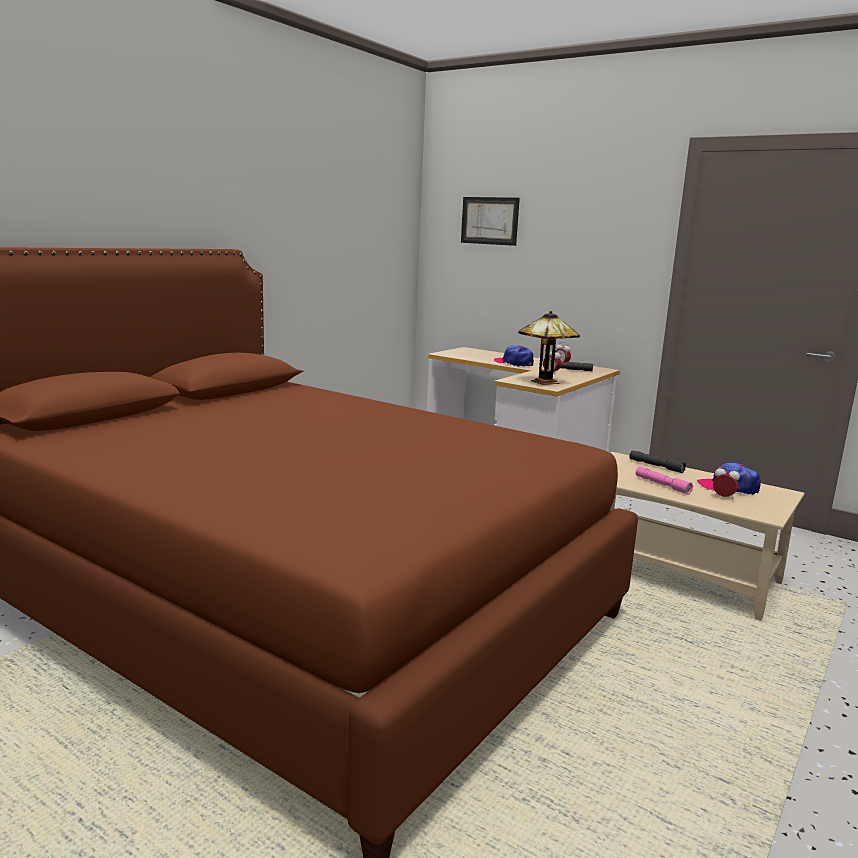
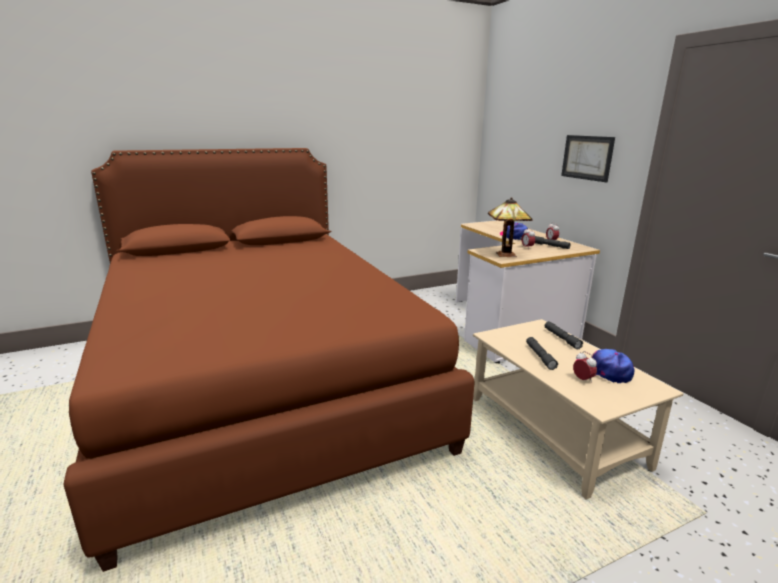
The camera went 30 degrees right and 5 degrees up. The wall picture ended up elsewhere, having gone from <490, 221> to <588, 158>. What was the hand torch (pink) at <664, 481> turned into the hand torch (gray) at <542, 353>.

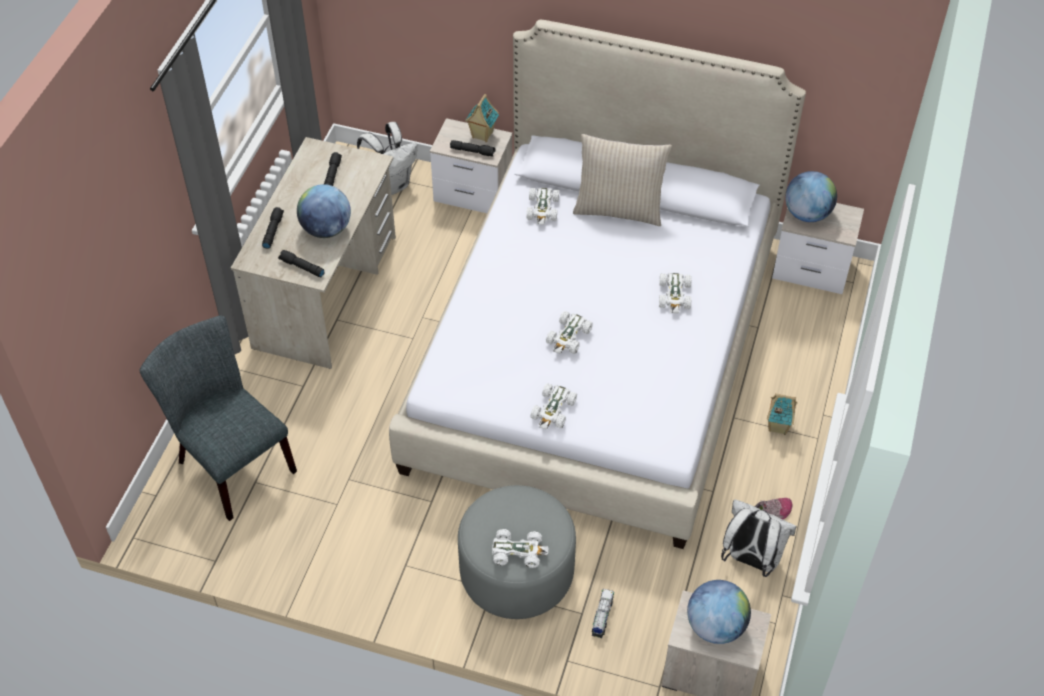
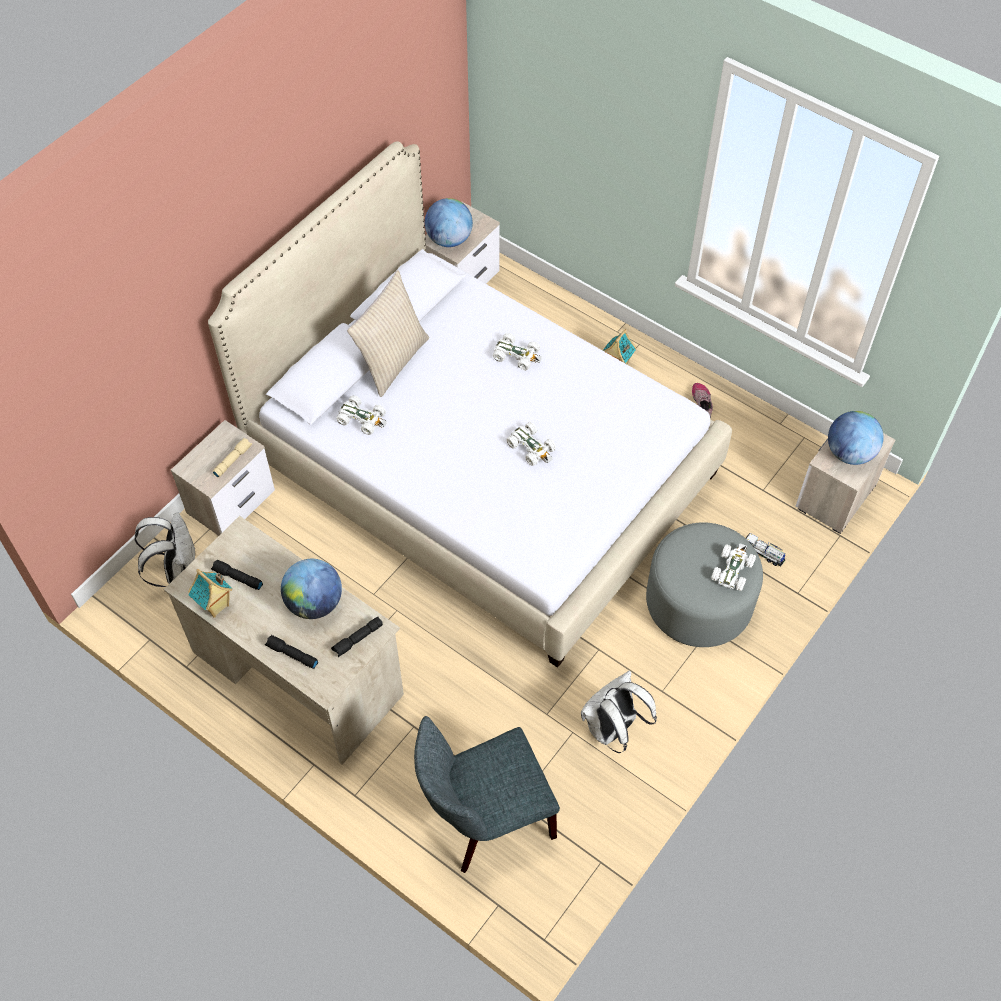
The camera went 70 degrees left and 5 degrees up. The toy house ended up elsewhere, having gone from <482, 118> to <210, 593>. What was the hand torch (black) at <473, 148> turned into the hand torch (beige) at <232, 458>. The second view lost the model car (white-coloured) at <553, 406>. The knapsack (white-coloured) ended up elsewhere, having gone from <759, 538> to <619, 711>.

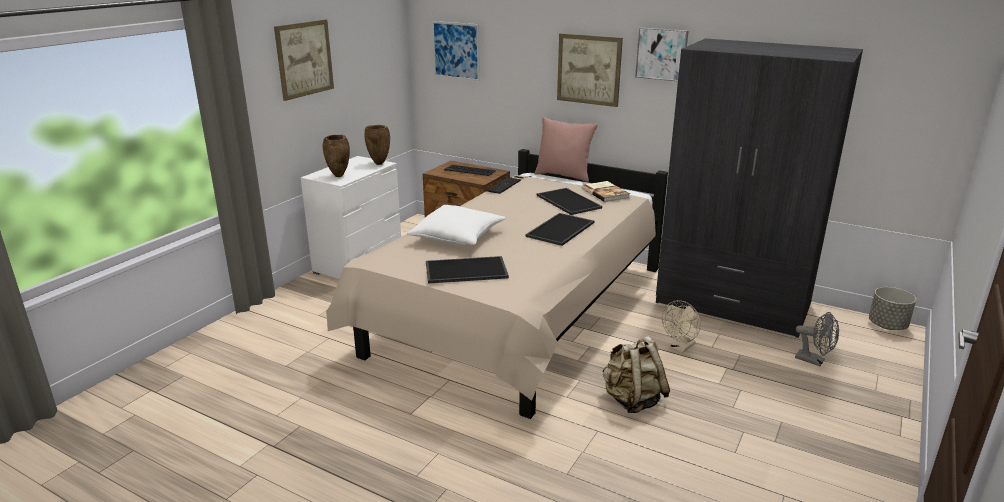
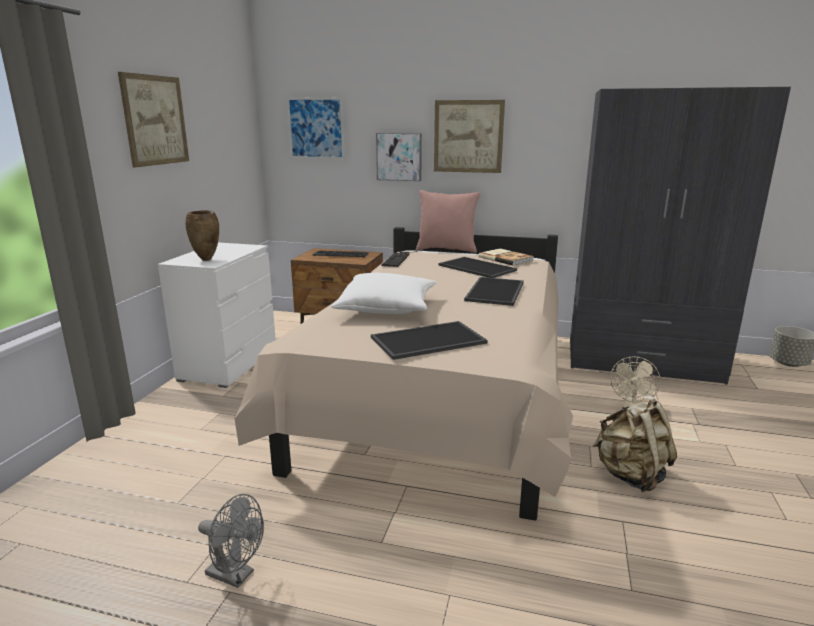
The camera went 15 degrees left and 5 degrees down. The wall picture ended up elsewhere, having gone from <662, 54> to <399, 157>. The second view lost the decorative vase (brownish) at <377, 145>. The fan (gray) ended up elsewhere, having gone from <817, 339> to <231, 541>.

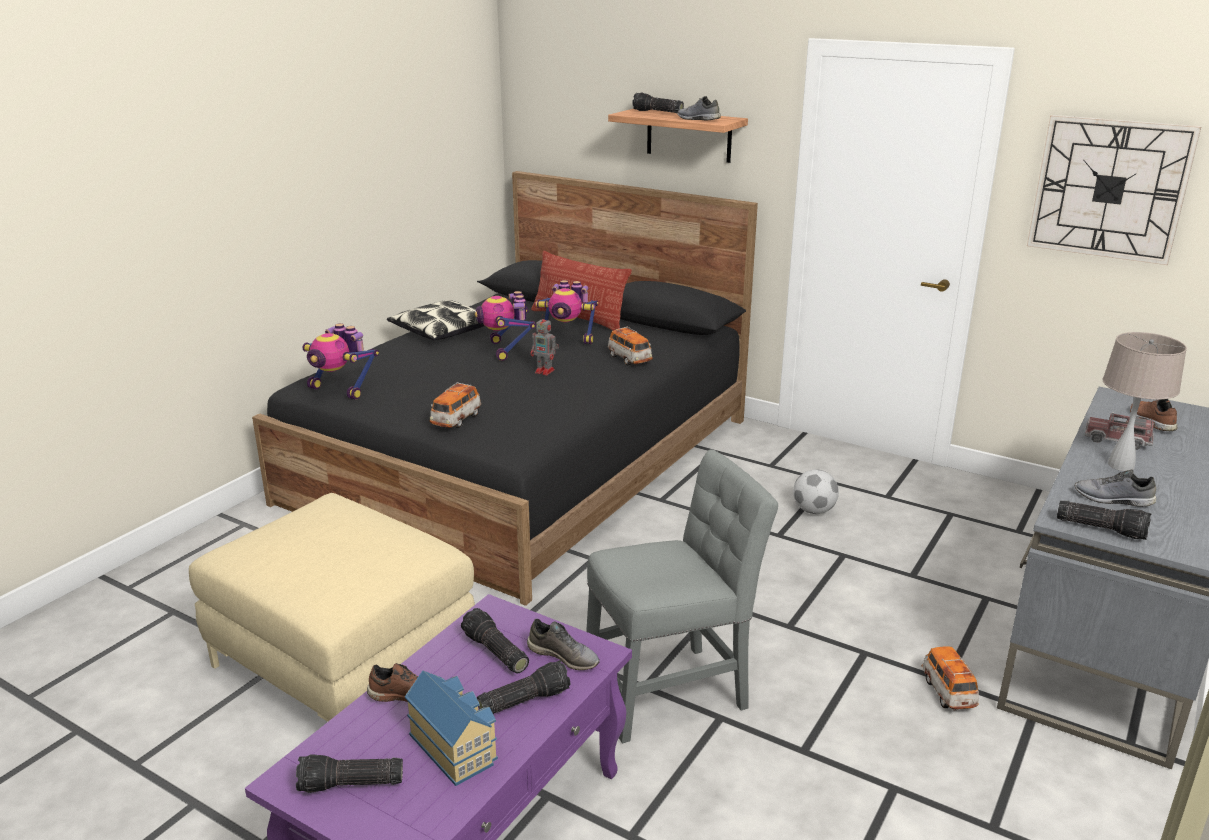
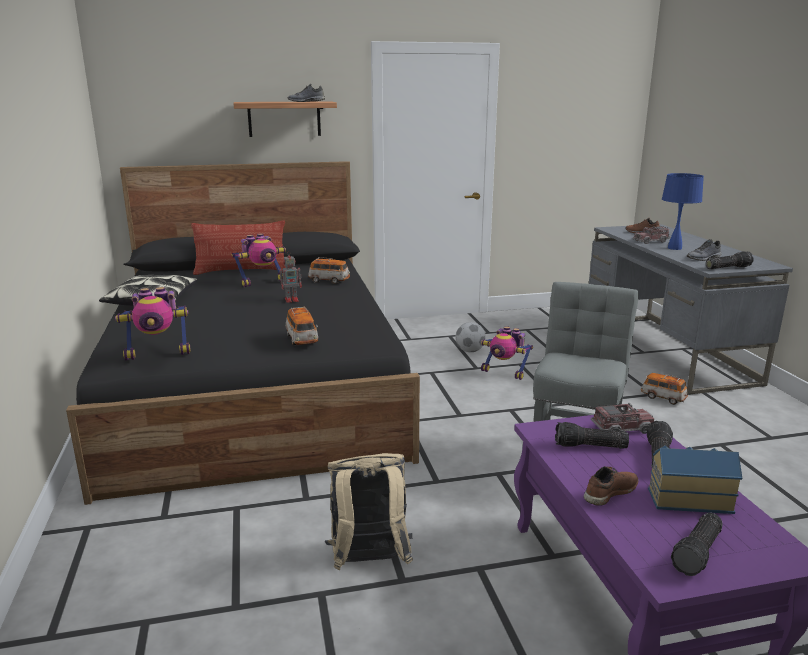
The camera went 45 degrees left and 5 degrees down. The second view lost the hand torch at <658, 103>. The second view lost the hanging clock at <1114, 190>. The robot figure ended up elsewhere, having gone from <505, 326> to <507, 353>. What was the lamp for a table (beige) at <1145, 401> turned into the lamp for a table (blue) at <683, 211>. Where the footrest (beige) stood at <332, 607>, the knapsack (beige) came to stand at <369, 511>. Where the shoe (gray) stood at <563, 644>, the model truck came to stand at <622, 418>.

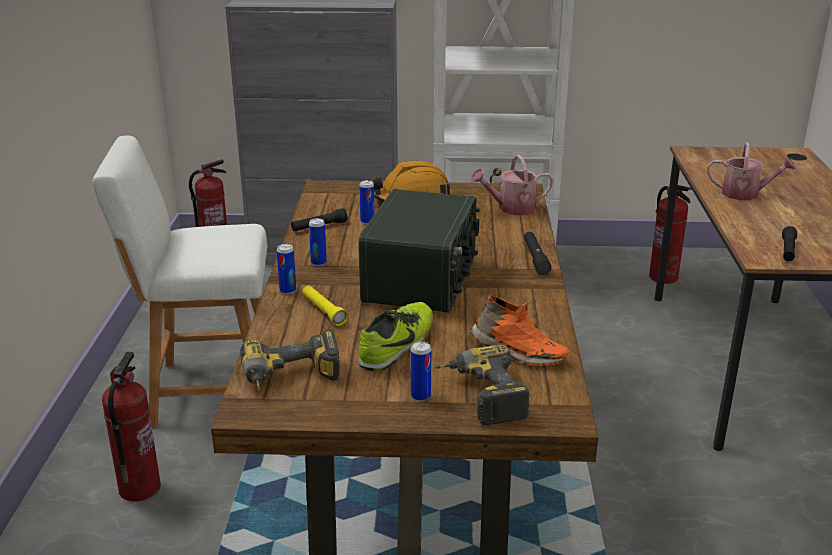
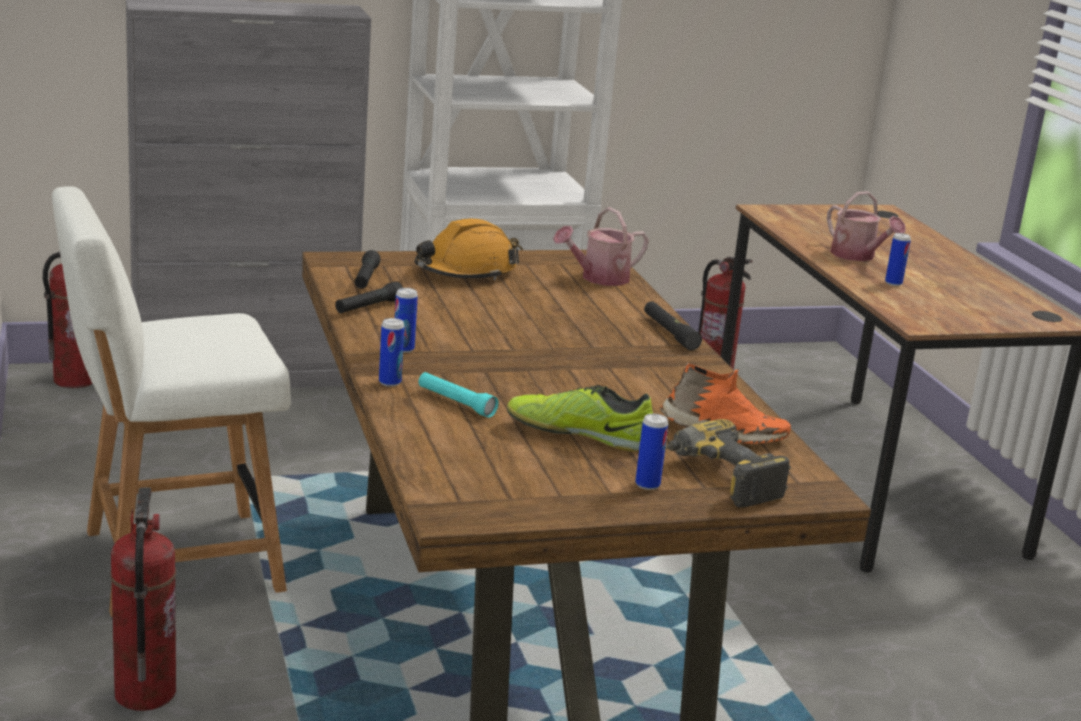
The camera went 20 degrees left and 5 degrees down. The watering pot at <751, 171> ended up facing another way, 60 degrees clockwise from before. The metal can ended up elsewhere, having gone from <367, 202> to <898, 259>. The second view lost the radio receiver at <419, 251>. The hand torch (black) ended up elsewhere, having gone from <789, 243> to <368, 269>. What was the hand torch (yellowish) at <325, 305> turned into the hand torch (turquoise-coloured) at <458, 395>. The shoe at <395, 336> ended up facing another way, 90 degrees counterclockwise from before. The second view lost the power drill at <290, 360>.

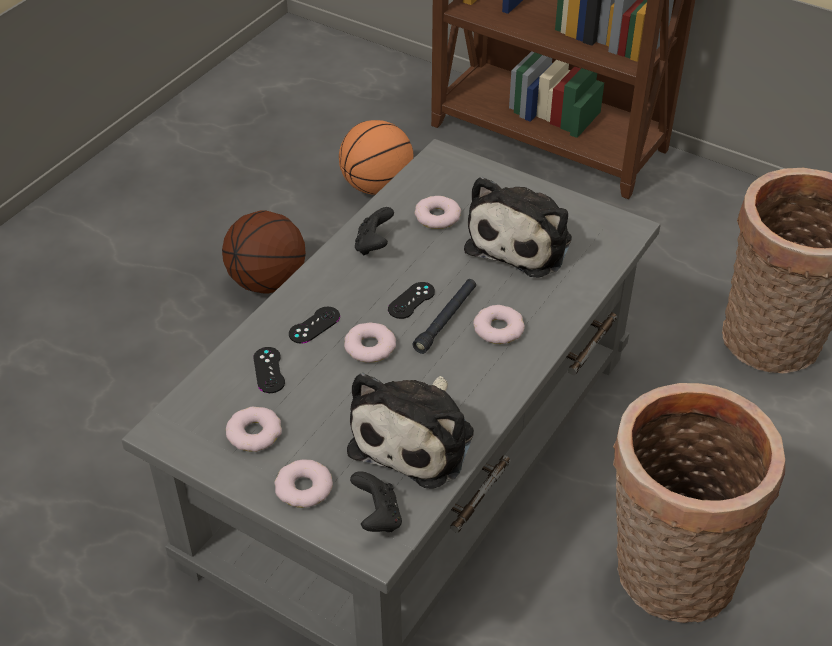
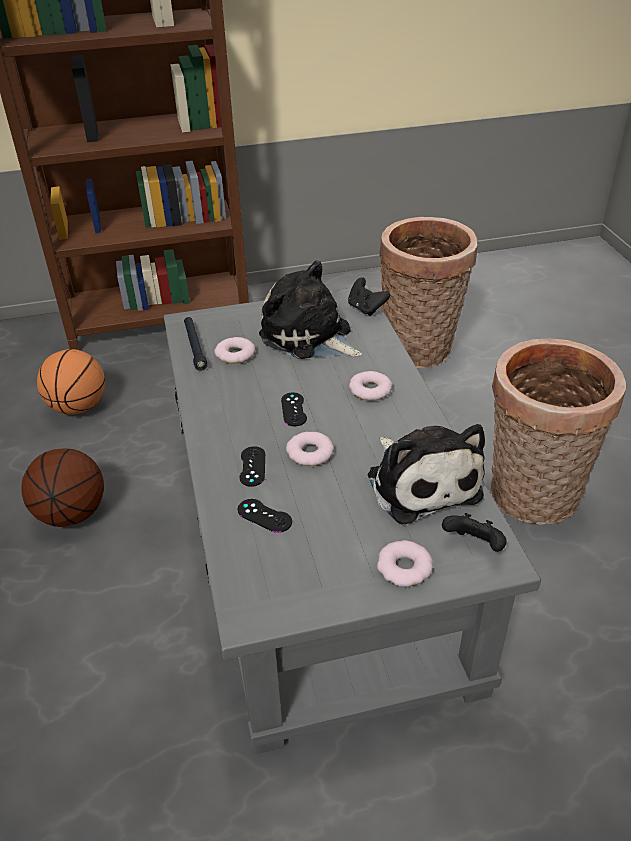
The camera went 45 degrees left and 5 degrees down. The cuddly toy at <518, 227> ended up facing another way, 150 degrees clockwise from before. The gamepad (black) ended up elsewhere, having gone from <374, 231> to <369, 296>. The hand torch (black) ended up elsewhere, having gone from <444, 316> to <196, 344>. The second view lost the donut at <254, 429>.

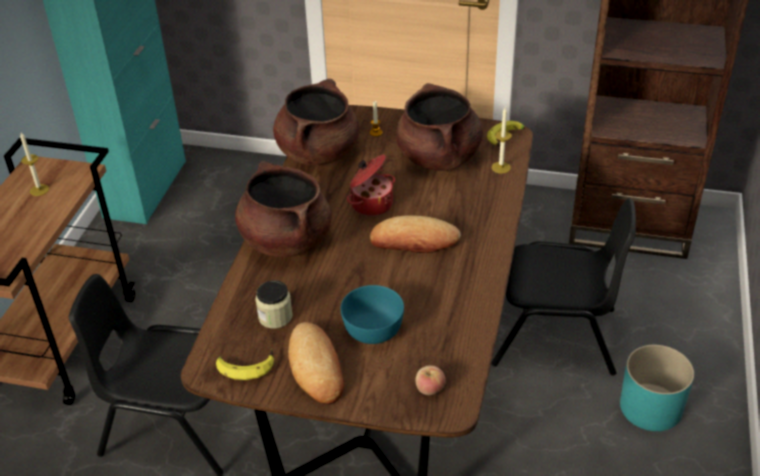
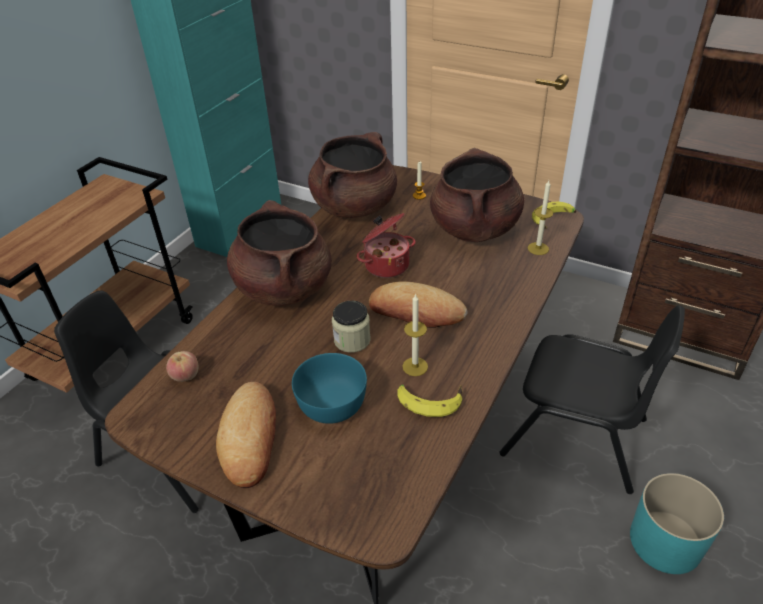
The camera went 15 degrees right and 0 degrees up. The wax candle ended up elsewhere, having gone from <34, 164> to <415, 334>. The storage jar ended up elsewhere, having gone from <273, 304> to <351, 327>. The banana ended up elsewhere, having gone from <245, 364> to <430, 400>. The apple fruit ended up elsewhere, having gone from <431, 380> to <182, 366>.

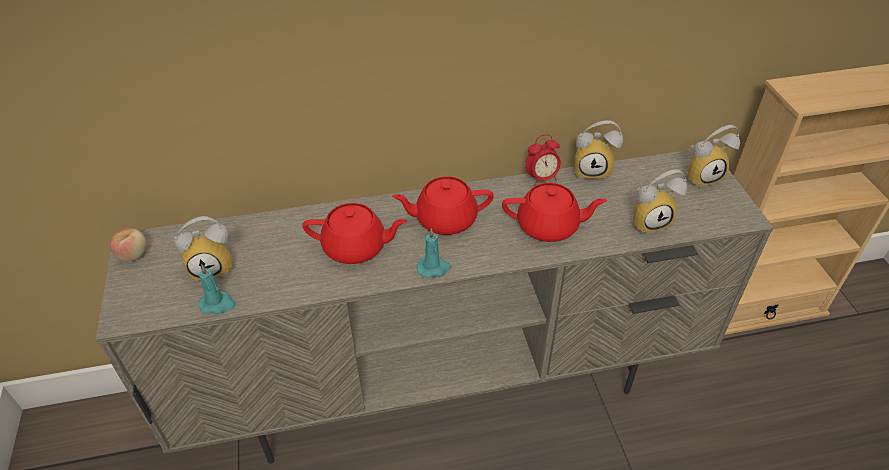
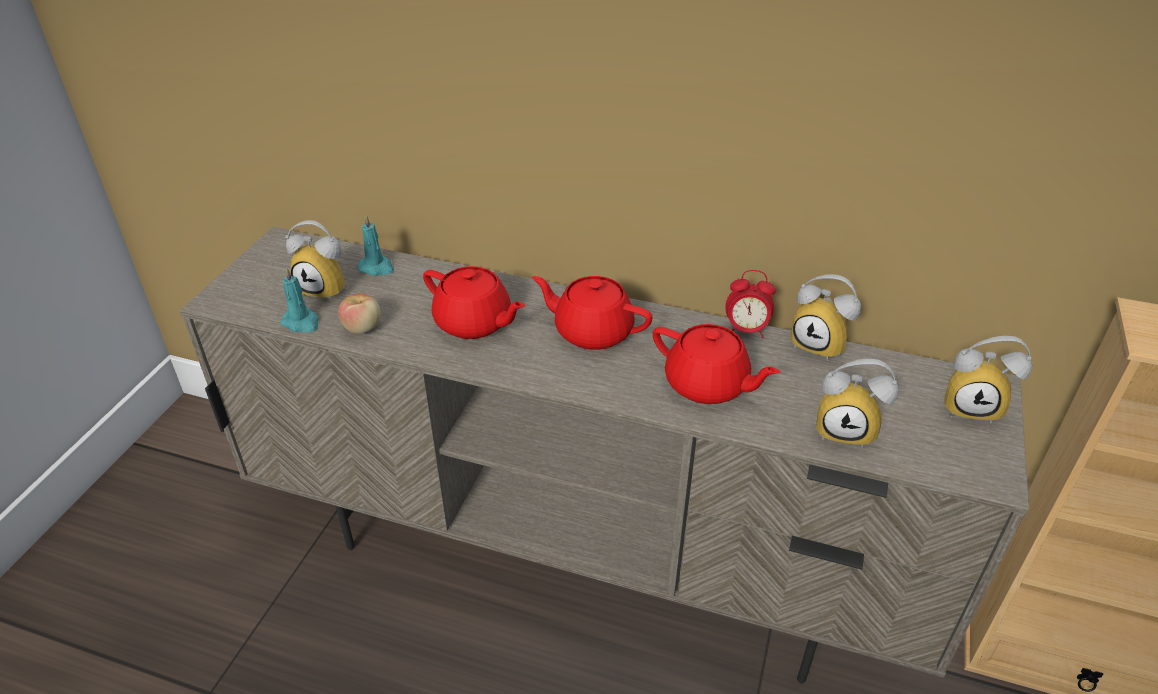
The camera went 30 degrees right and 5 degrees down. The apple fruit ended up elsewhere, having gone from <128, 245> to <359, 313>. The wax candle (turquoise-coloured) ended up elsewhere, having gone from <434, 253> to <376, 245>.

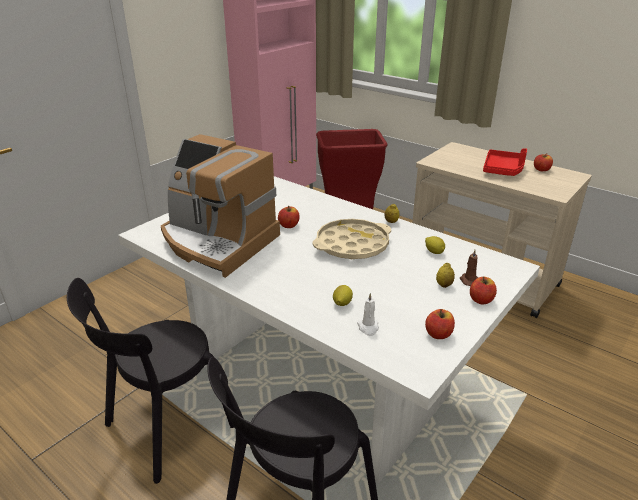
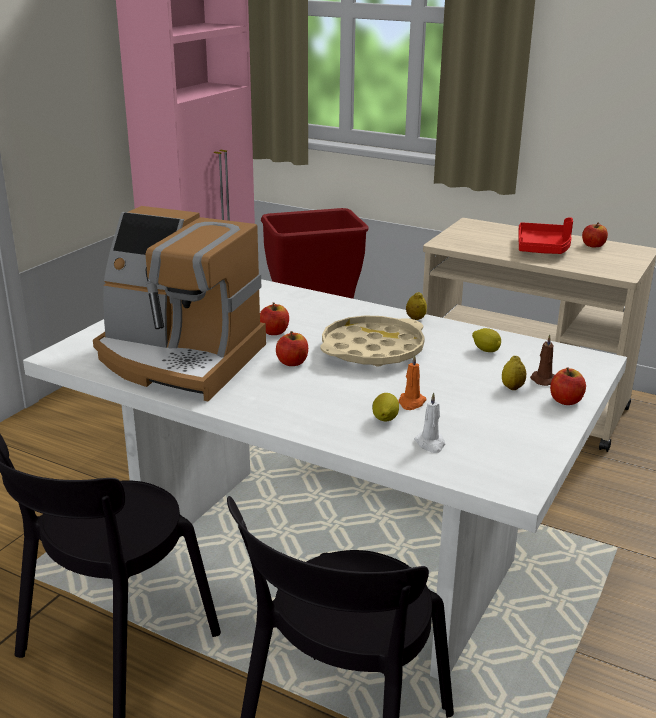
The camera went 10 degrees left and 5 degrees down. The apple fruit ended up elsewhere, having gone from <440, 324> to <292, 348>. The second view gained the wax candle (orange) at <412, 382>.

